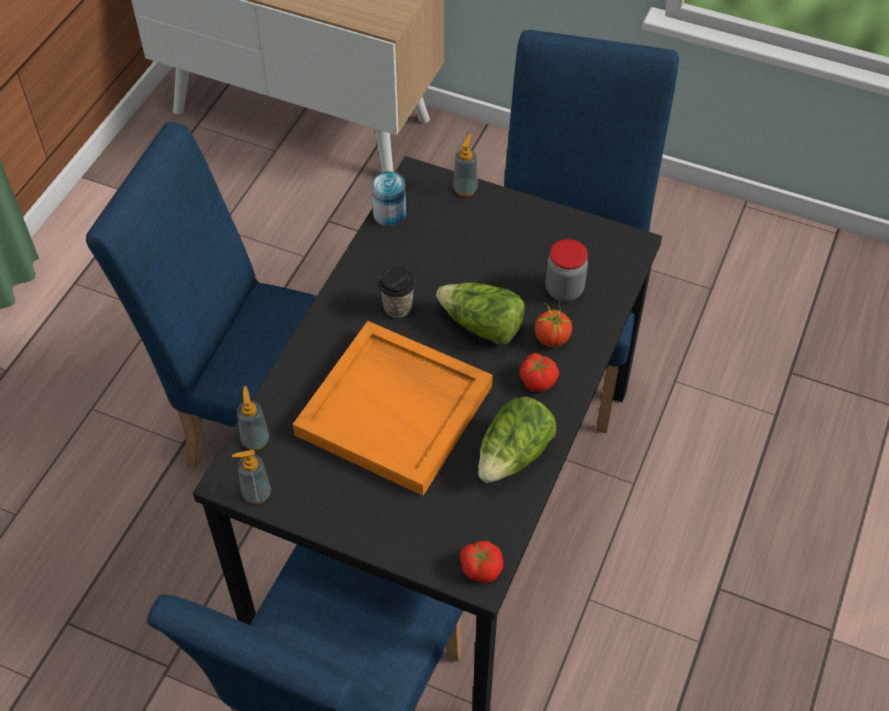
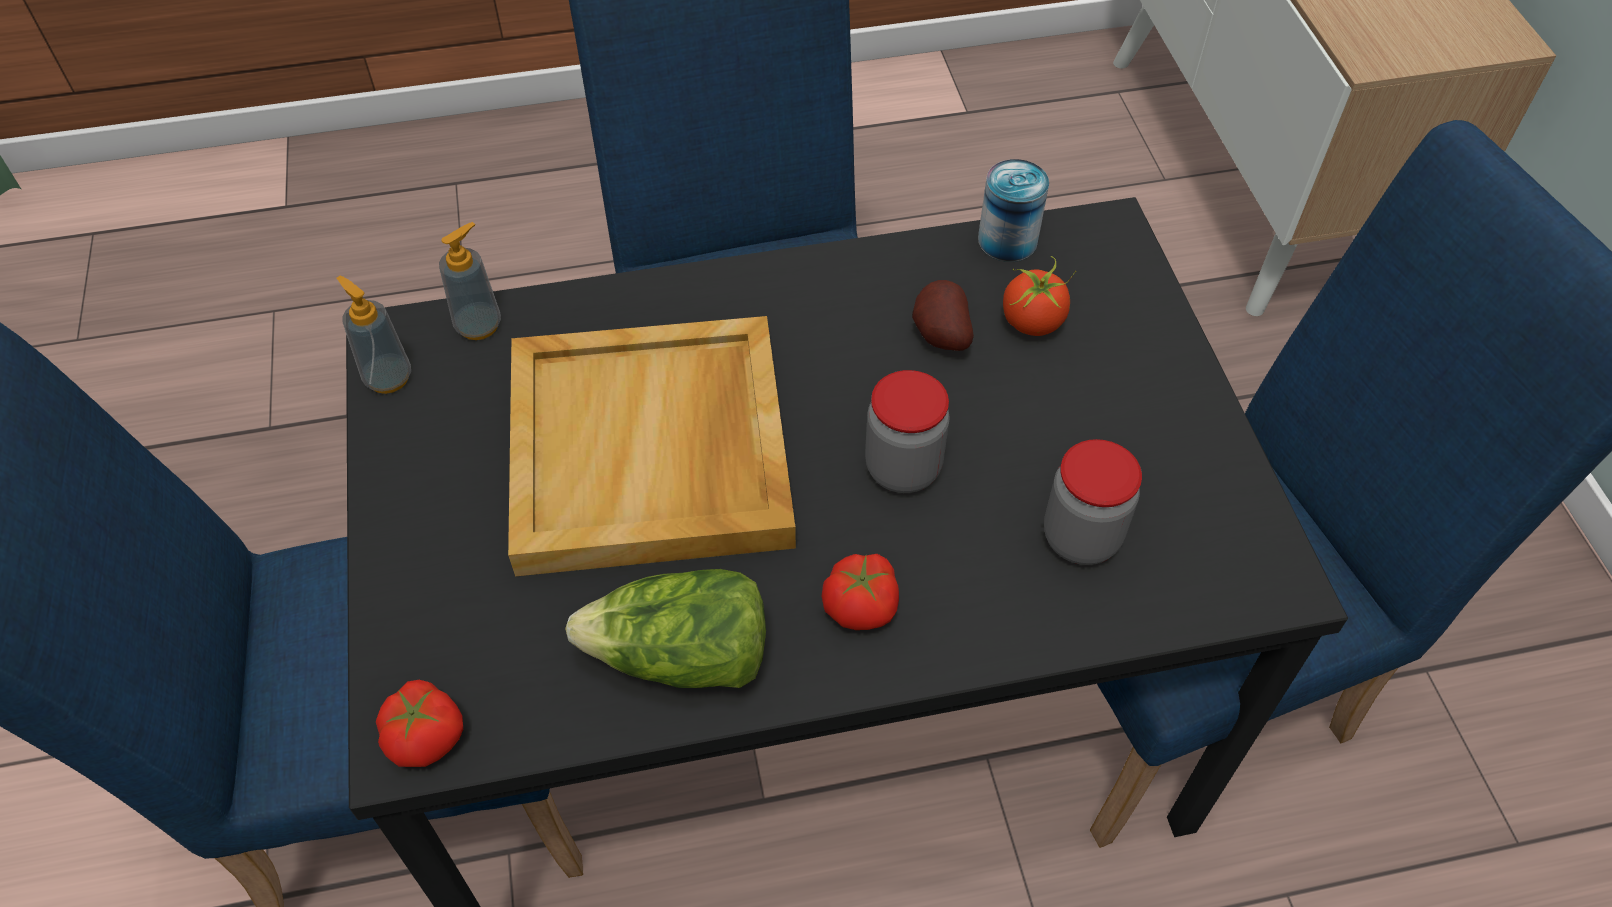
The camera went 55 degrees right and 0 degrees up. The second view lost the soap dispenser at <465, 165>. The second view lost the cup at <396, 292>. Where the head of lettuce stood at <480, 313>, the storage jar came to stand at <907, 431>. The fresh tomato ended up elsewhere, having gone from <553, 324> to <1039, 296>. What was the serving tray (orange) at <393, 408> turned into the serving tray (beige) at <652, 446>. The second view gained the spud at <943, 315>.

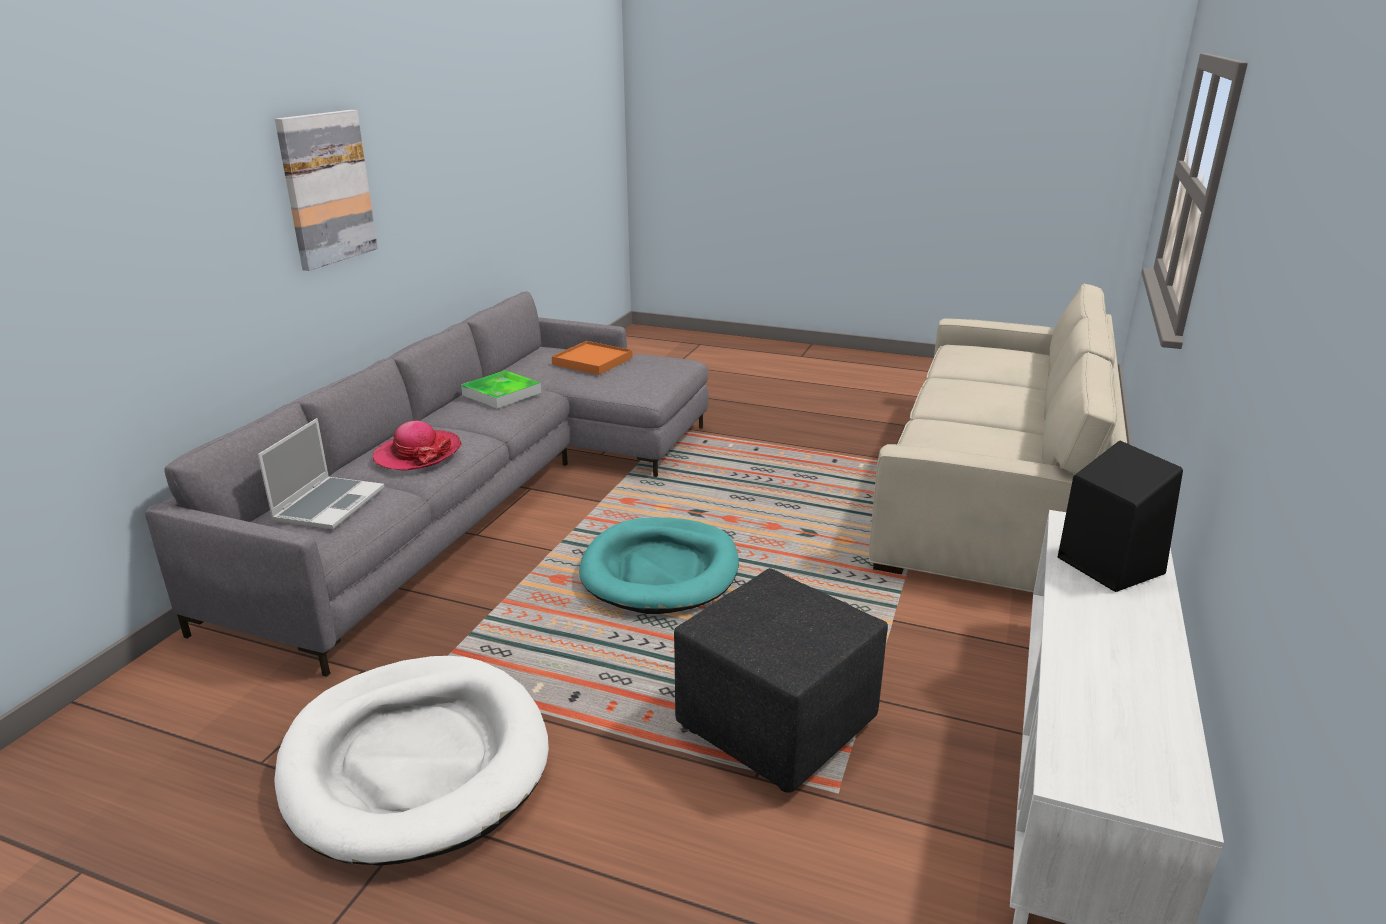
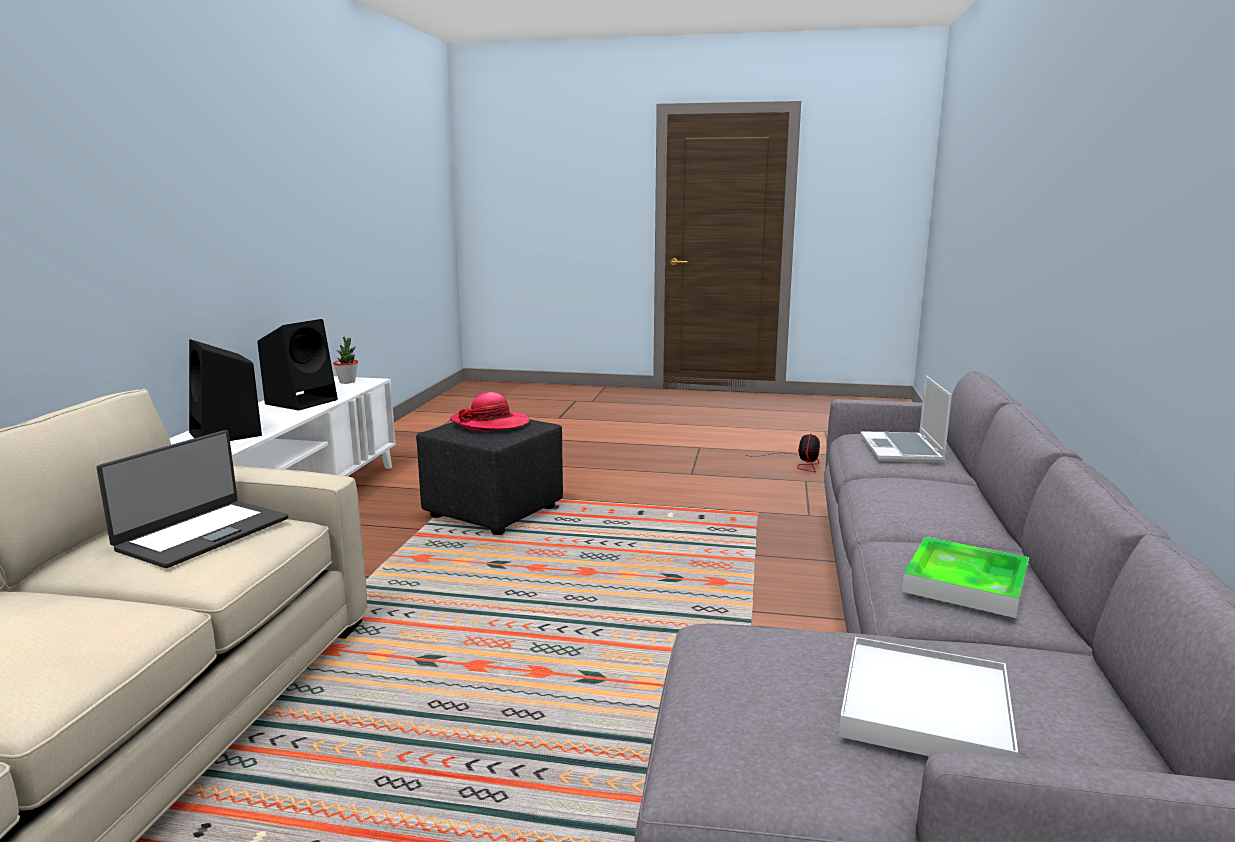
The camera went 170 degrees right and 10 degrees down. The second view lost the wall picture at <326, 190>. What was the serving tray (orange) at <592, 358> turned into the serving tray (white-coloured) at <928, 697>. The hat ended up elsewhere, having gone from <417, 446> to <489, 411>. The second view lost the dog bed (turquoise-coloured) at <659, 565>. The second view lost the dog bed (white-coloured) at <411, 761>. The second view gained the loudspeaker (black) at <297, 365>. The second view gained the houseplant at <345, 360>. The second view gained the laptop at <192, 499>. The second view gained the fan at <782, 453>.

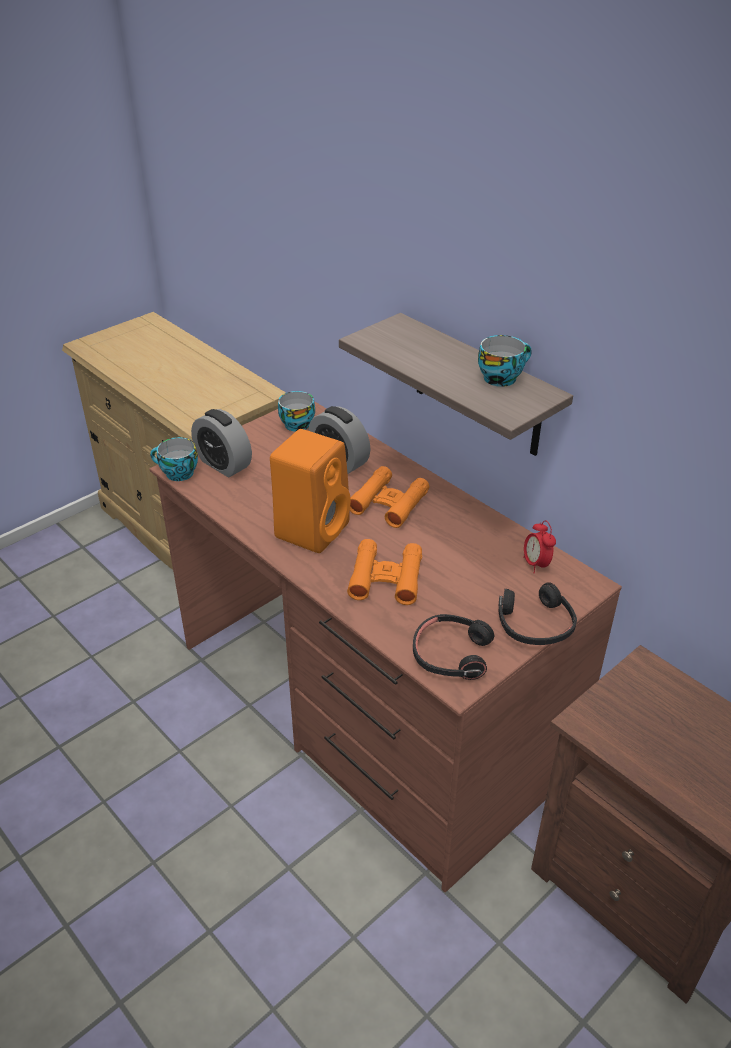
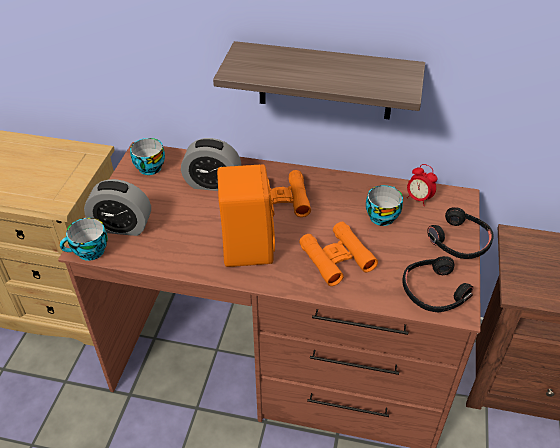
The camera went 35 degrees left and 5 degrees up. The cup ended up elsewhere, having gone from <505, 361> to <384, 205>.

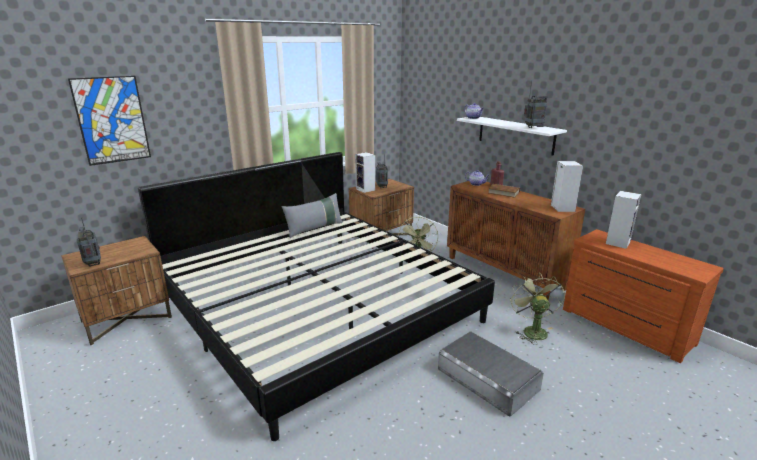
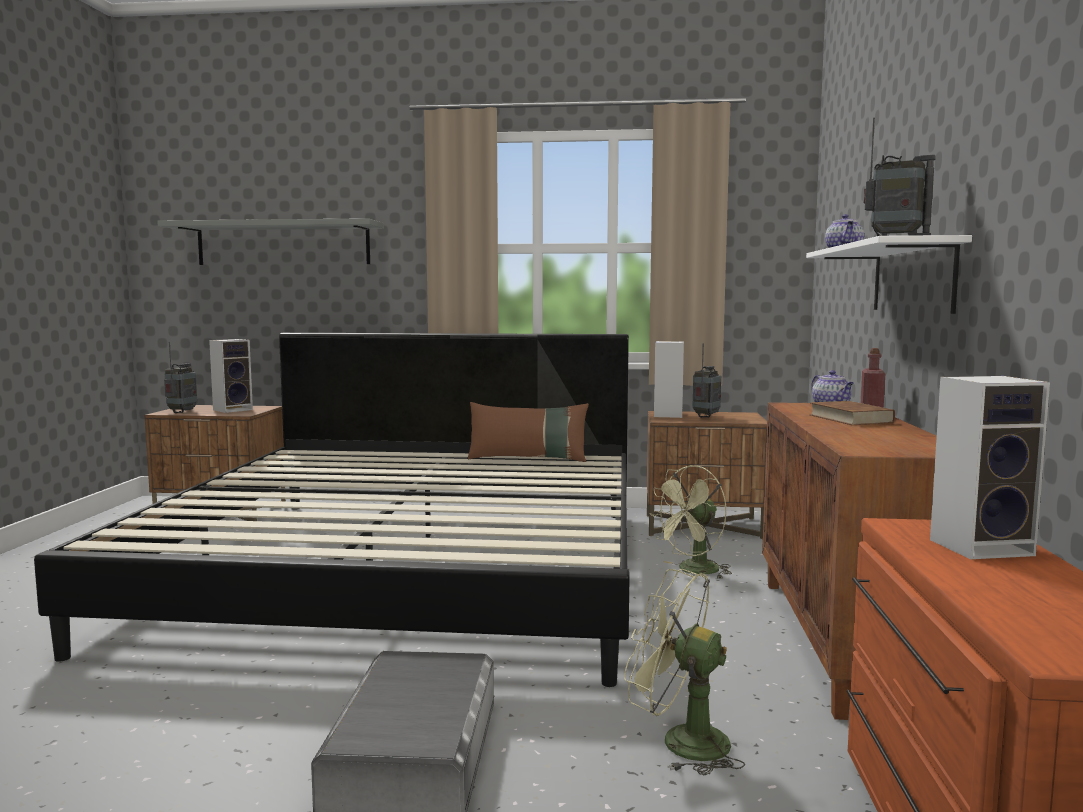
The camera went 45 degrees right and 15 degrees down. Where the wall picture hung at <109, 121>, the bracket shelf (gray) came to hang at <270, 241>. The loudspeaker ended up elsewhere, having gone from <567, 186> to <231, 376>. What was the pillow (gray) at <312, 215> turned into the pillow (brownish) at <528, 432>. The fan (green-coloured) at <537, 309> ended up facing another way, 105 degrees counterclockwise from before.

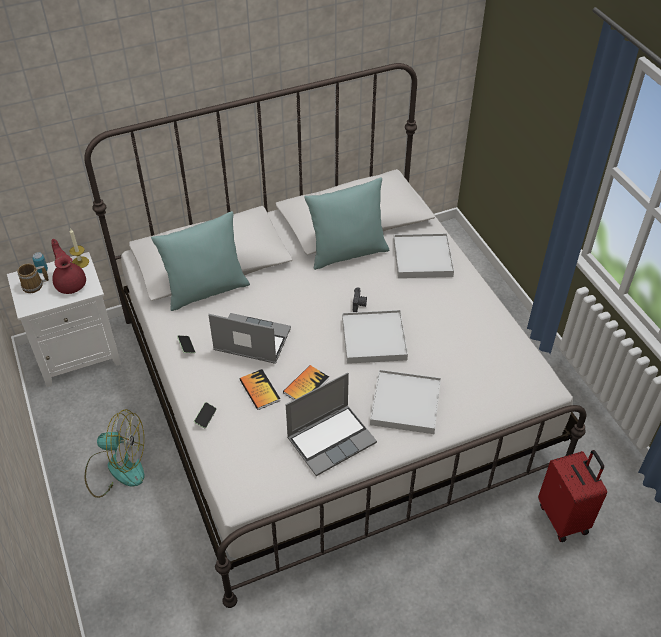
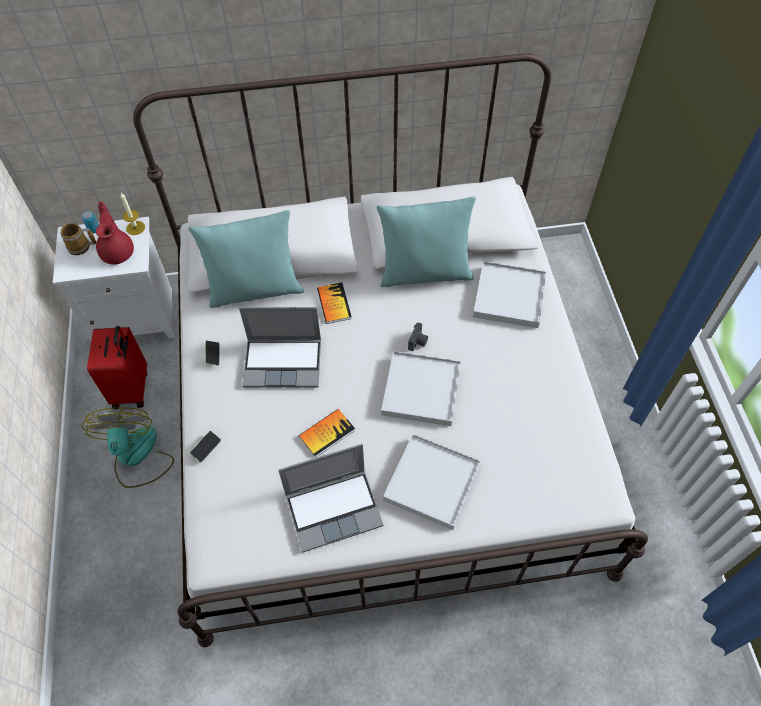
The camera went 15 degrees right and 10 degrees up. The laptop at <249, 338> ended up facing another way, 150 degrees clockwise from before. The bound book ended up elsewhere, having gone from <260, 389> to <334, 303>. The fan at <114, 453> ended up facing another way, 120 degrees counterclockwise from before. The travel case (red-coloured) ended up elsewhere, having gone from <572, 496> to <117, 367>.

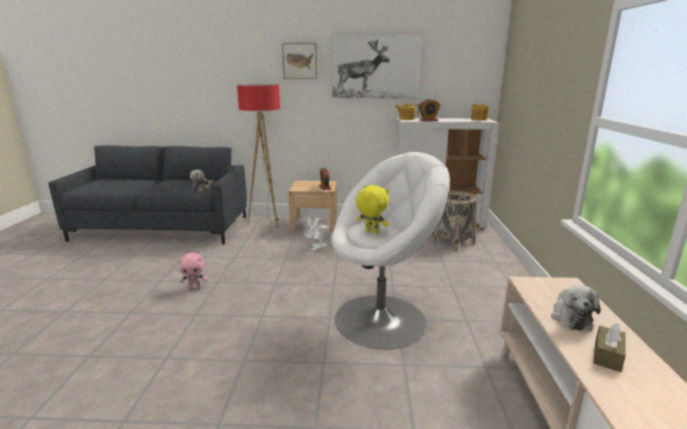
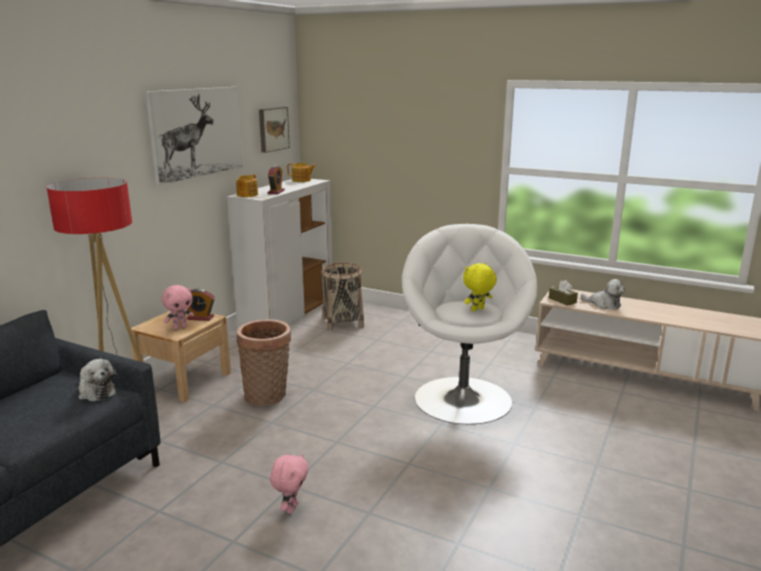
The camera went 65 degrees left and 0 degrees up. The wall picture ended up elsewhere, having gone from <299, 61> to <274, 130>. Where the fan (white-coloured) stood at <315, 233>, the storage basket came to stand at <264, 362>. The tissue holder (brownish) ended up elsewhere, having gone from <609, 347> to <563, 293>. The second view gained the cuddly toy (pink) at <178, 307>.

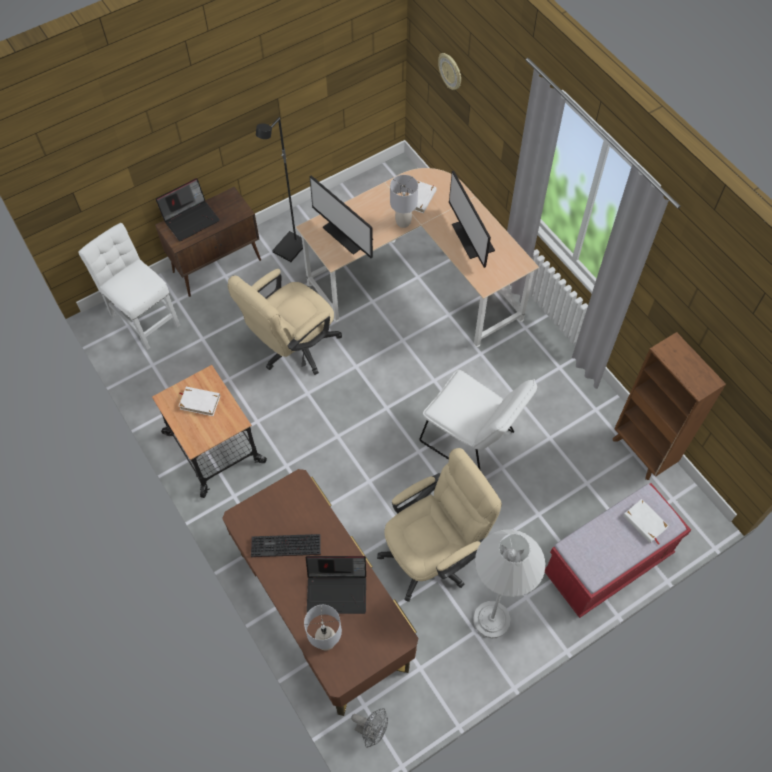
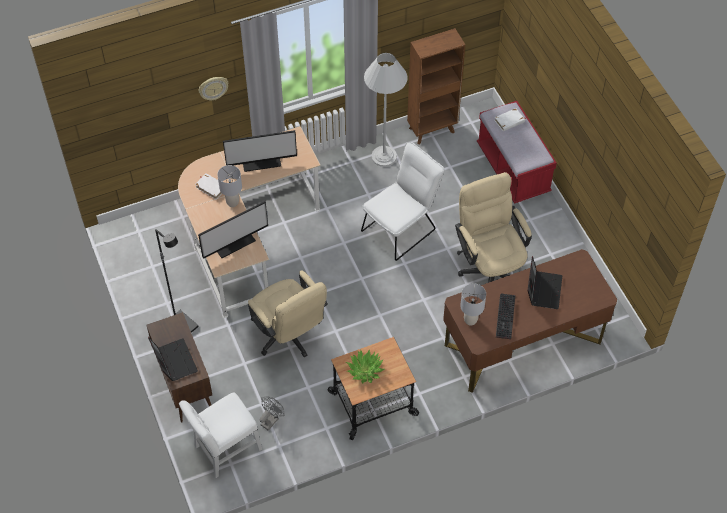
The camera went 80 degrees left and 5 degrees down. The hanging clock ended up elsewhere, having gone from <449, 71> to <214, 88>. Where the bound book (white-coloured) stood at <199, 401>, the houseplant came to stand at <365, 366>. The standard lamp (white-coloured) ended up elsewhere, having gone from <509, 583> to <386, 110>. The lamp for a table (gray) ended up elsewhere, having gone from <323, 628> to <473, 304>. The fan (gray) ended up elsewhere, having gone from <369, 728> to <272, 413>.

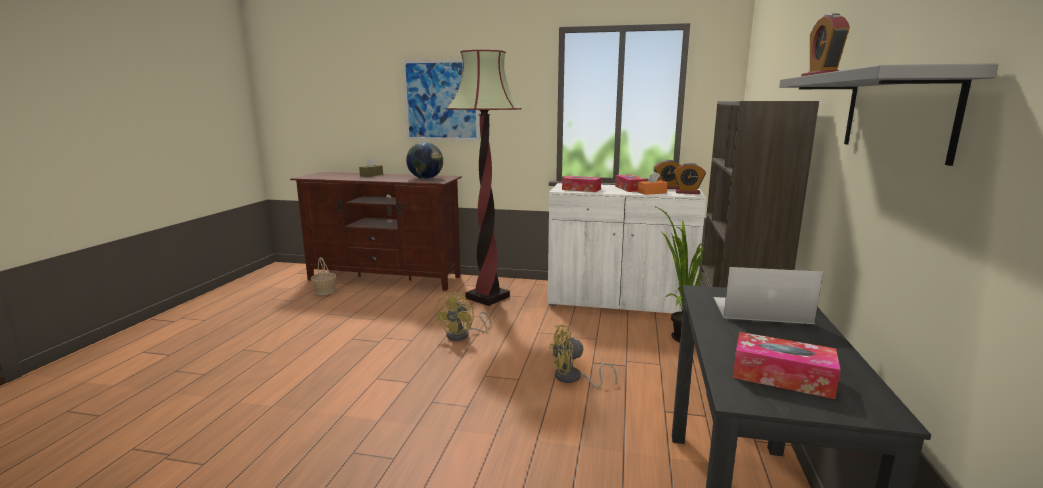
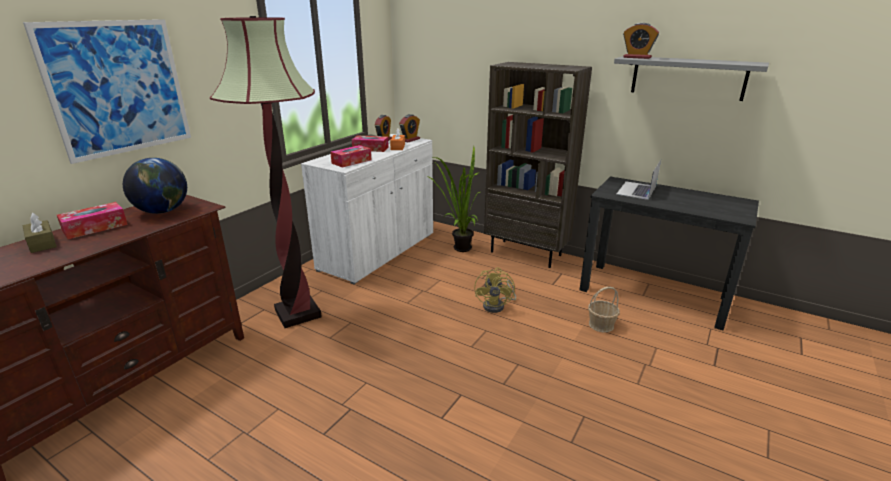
The camera went 70 degrees left and 10 degrees up. The storage basket ended up elsewhere, having gone from <323, 276> to <604, 309>. The second view lost the fan (yellowish) at <463, 316>. The tissue holder ended up elsewhere, having gone from <787, 365> to <92, 220>.

